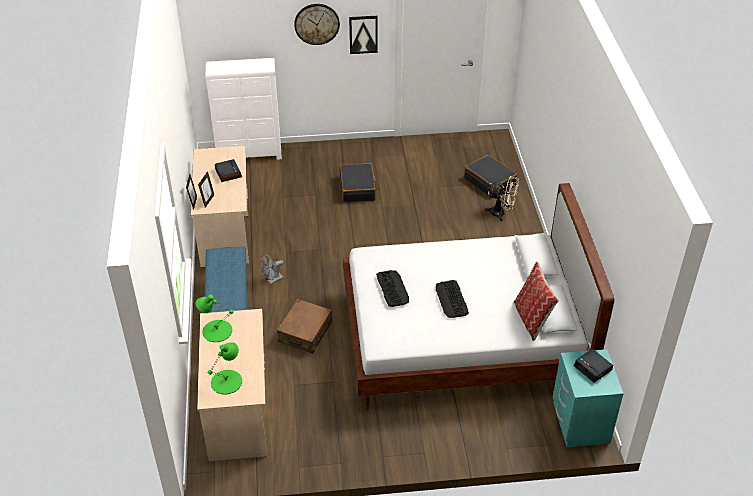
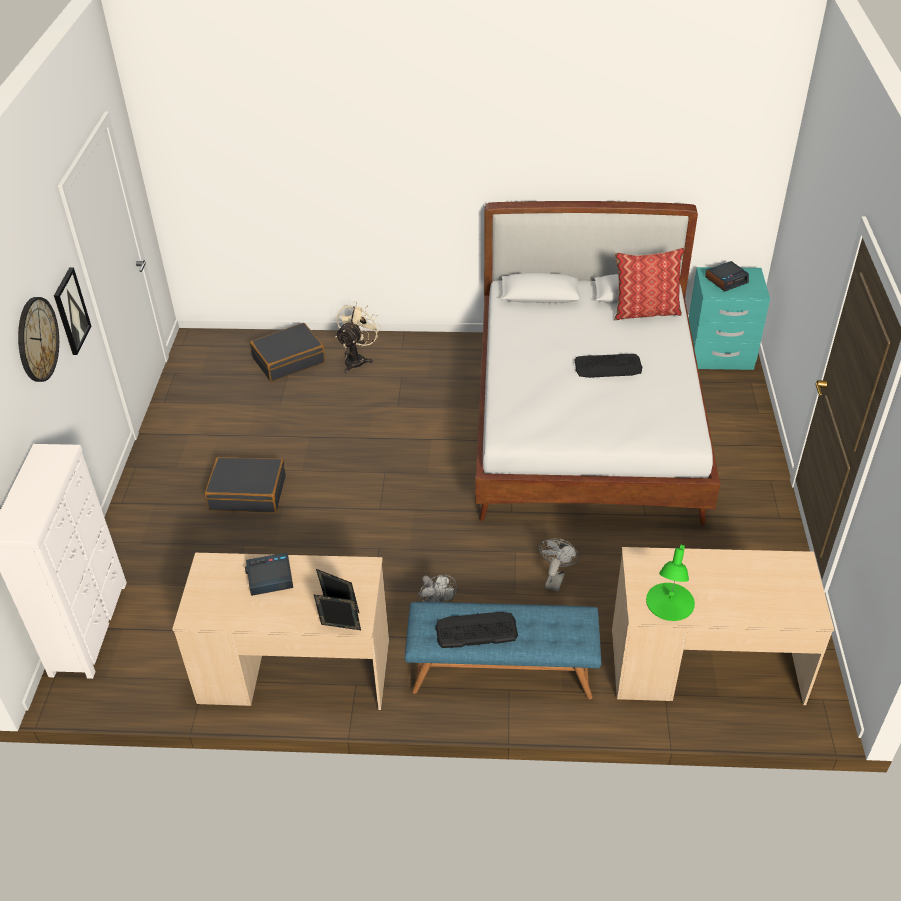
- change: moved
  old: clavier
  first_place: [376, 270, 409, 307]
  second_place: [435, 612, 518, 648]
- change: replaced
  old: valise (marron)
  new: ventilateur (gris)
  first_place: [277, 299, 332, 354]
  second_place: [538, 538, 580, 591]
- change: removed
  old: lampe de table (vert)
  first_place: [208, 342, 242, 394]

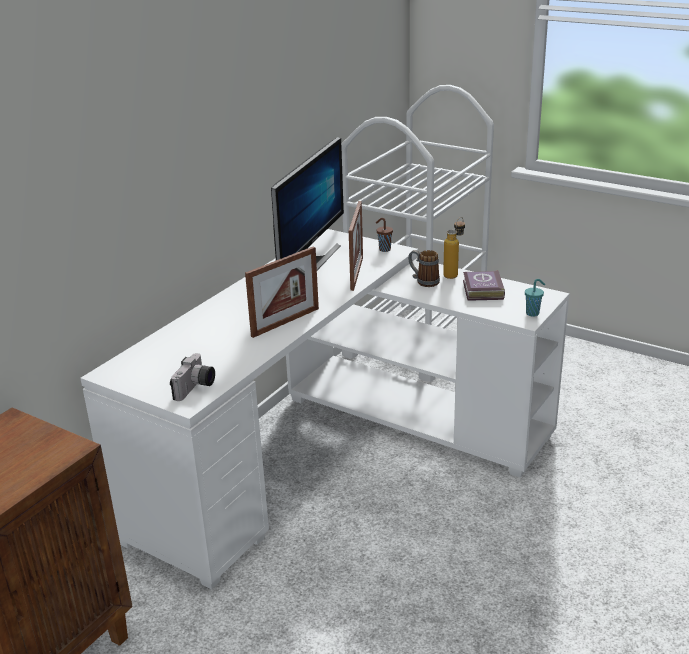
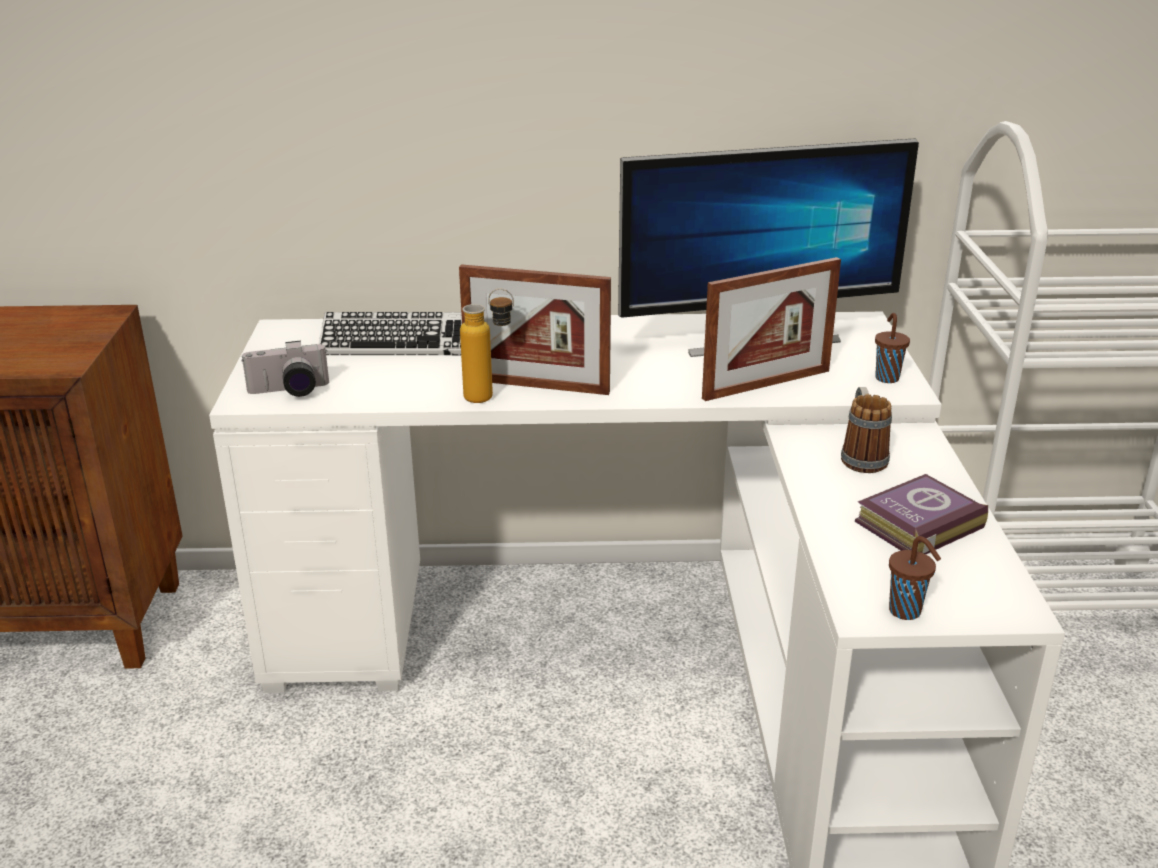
- change: added
  new: clavier
  second_place: [319, 312, 462, 355]
- change: moved
  old: bouteille
  first_place: [443, 217, 465, 279]
  second_place: [460, 288, 514, 403]
- change: recoloured
  old: tasse (turquoise)
  new: tasse (marron)
  first_place: [525, 279, 545, 317]
  second_place: [889, 536, 941, 620]

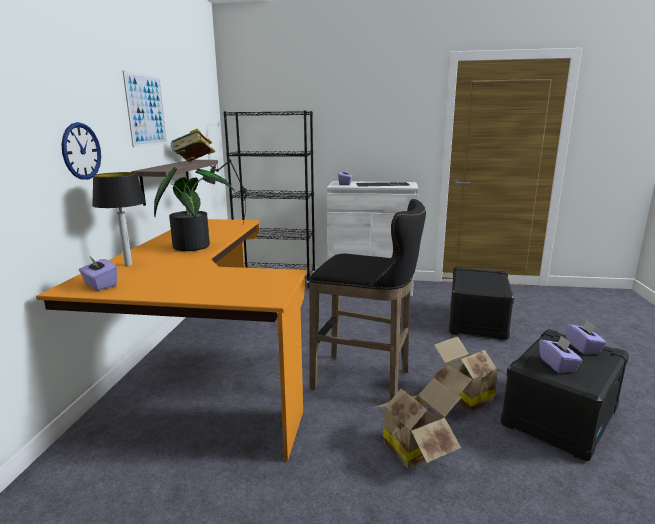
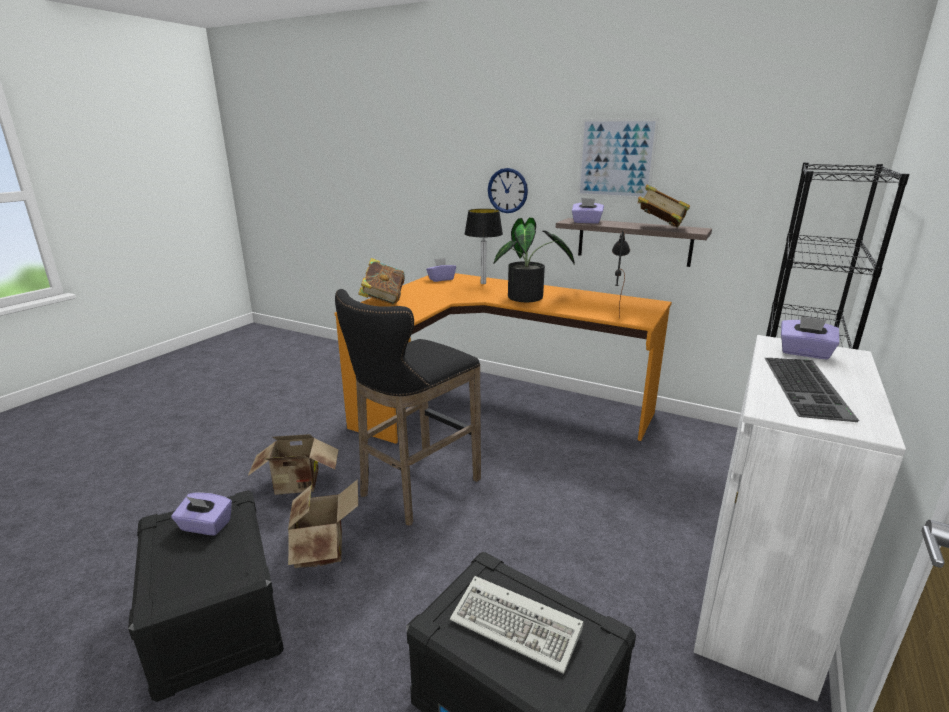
- change: added
  new: livre
  second_place: [358, 258, 405, 305]
- change: added
  new: clavier
  second_place: [450, 576, 583, 674]
- change: moved
  old: boîte à mouchoirs (violet)
  first_place: [565, 320, 607, 354]
  second_place: [572, 198, 604, 224]

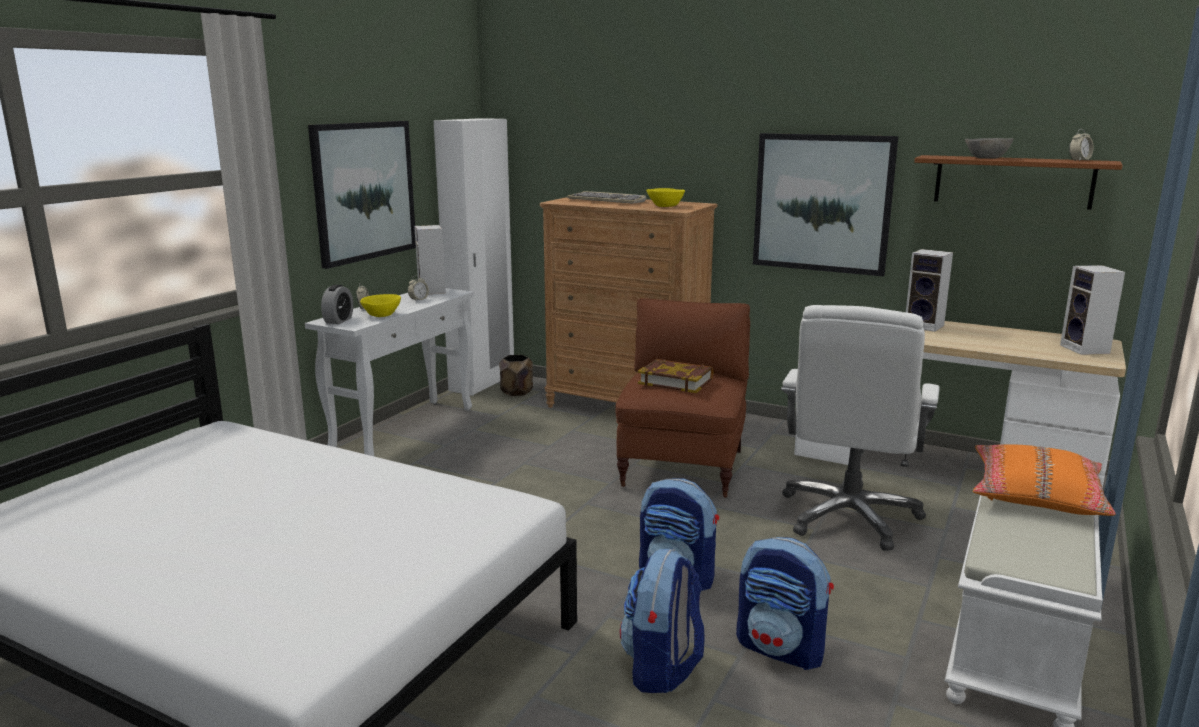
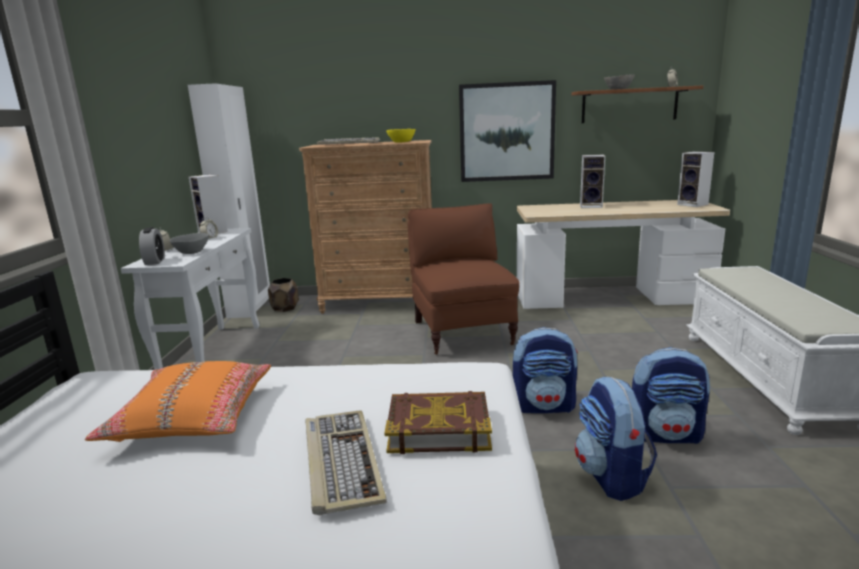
- change: moved
  old: coussin (orange)
  first_place: [973, 444, 1116, 516]
  second_place: [85, 361, 271, 442]
- change: recoloured
  old: bol (jaune)
  new: bol (gris)
  first_place: [360, 294, 401, 317]
  second_place: [170, 233, 209, 254]
- change: added
  new: clavier
  second_place: [305, 410, 387, 515]
- change: moved
  old: livre
  first_place: [638, 359, 714, 393]
  second_place: [384, 391, 492, 454]
- change: removed
  old: tableau
  first_place: [308, 121, 416, 269]
- change: removed
  old: chaise de bureau (blanc)
  first_place: [781, 305, 940, 551]

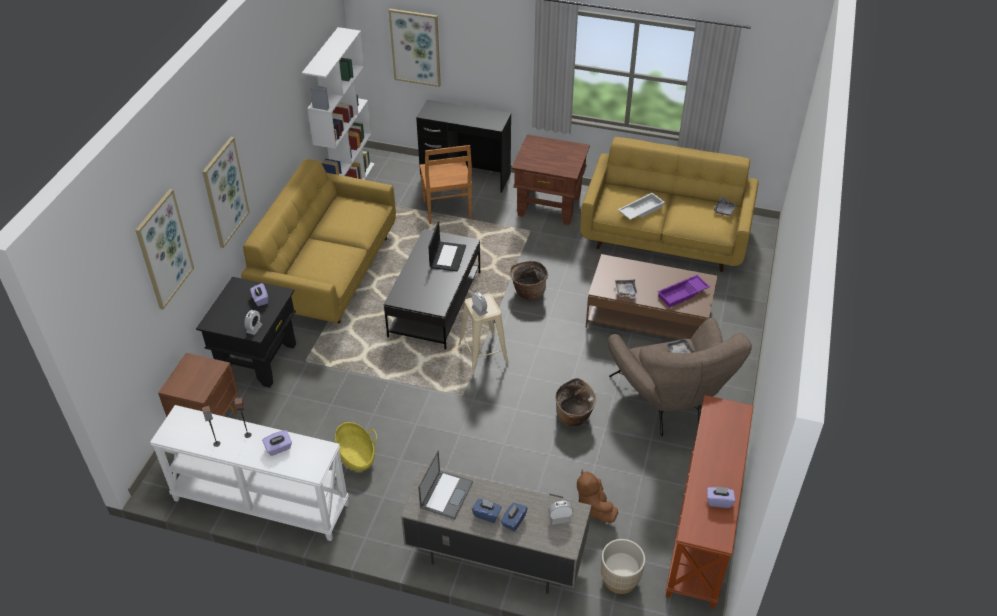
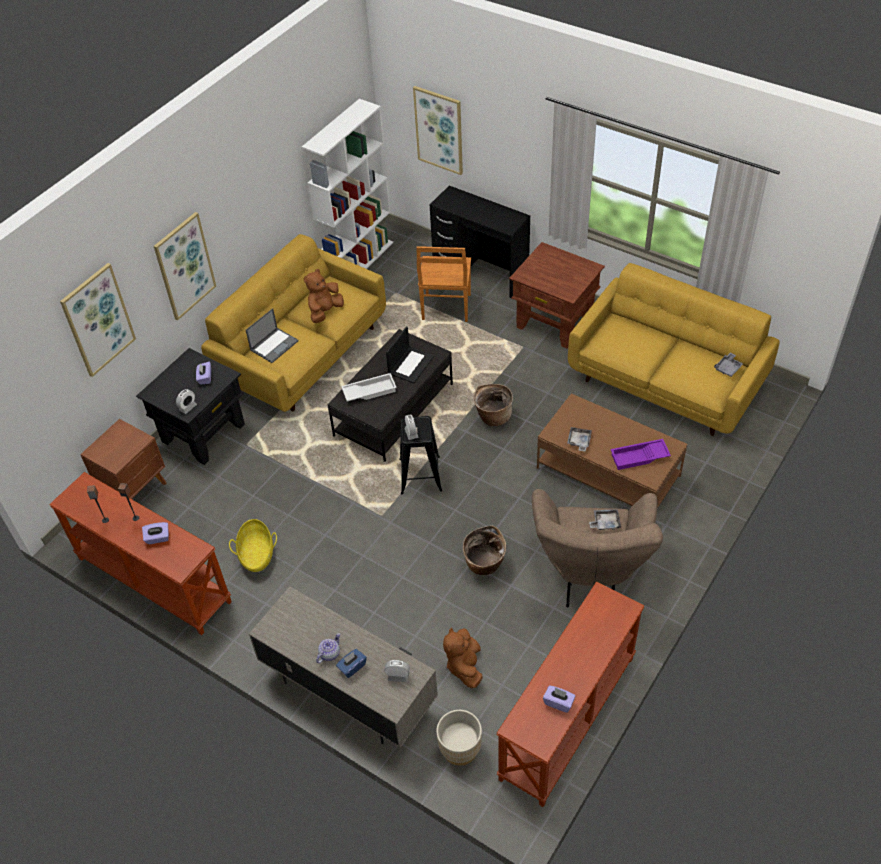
- change: recoloured
  old: table console (blanc)
  new: table console (marron)
  first_place: [150, 405, 349, 541]
  second_place: [49, 472, 232, 635]
- change: moved
  old: ordinateur portable
  first_place: [418, 450, 473, 519]
  second_place: [246, 308, 299, 363]
- change: added
  new: peluche (marron)
  second_place: [304, 269, 344, 323]
- change: replaced
  old: boîte à mouchoirs (bleu)
  new: théière
  first_place: [472, 499, 502, 523]
  second_place: [316, 633, 340, 663]
- change: moved
  old: plateau (blanc)
  first_place: [618, 193, 665, 220]
  second_place: [341, 373, 397, 401]
- change: recoloured
  old: tabouret (beige)
  new: tabouret (noir)
  first_place: [458, 293, 509, 374]
  second_place: [399, 416, 442, 494]

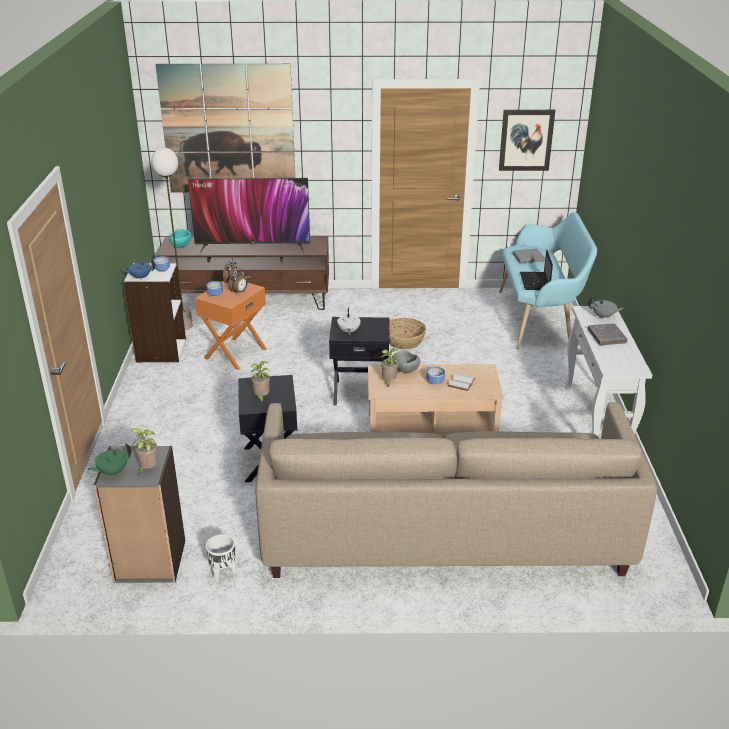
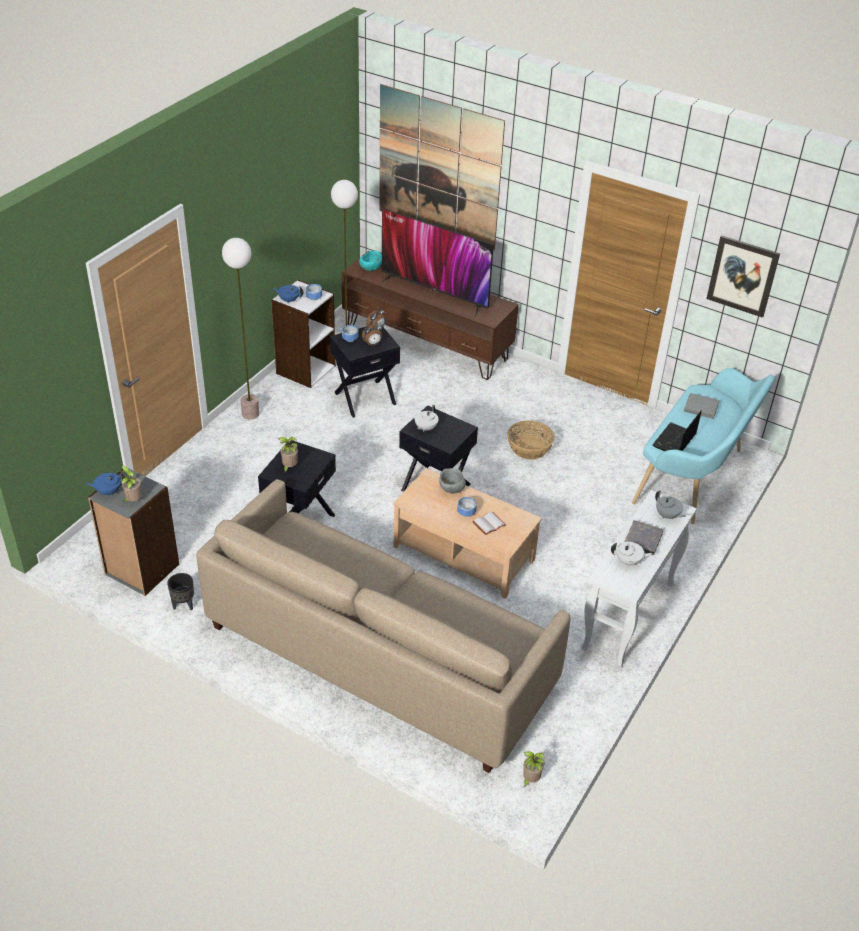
- change: recoloured
  old: théière (vert)
  new: théière (bleu)
  first_place: [88, 443, 131, 476]
  second_place: [86, 473, 125, 496]
- change: recoloured
  old: cache-pot (blanc)
  new: cache-pot (noir)
  first_place: [206, 534, 236, 581]
  second_place: [167, 573, 194, 610]
- change: added
  new: lampadaire
  second_place: [222, 238, 259, 420]
- change: recoloured
  old: table d'appoint (orange)
  new: table d'appoint (noir)
  first_place: [195, 281, 267, 370]
  second_place: [330, 326, 400, 418]
- change: moved
  old: plante en pot
  first_place: [381, 348, 398, 388]
  second_place: [523, 751, 545, 787]
- change: added
  new: théière (blanc)
  second_place: [611, 542, 652, 567]

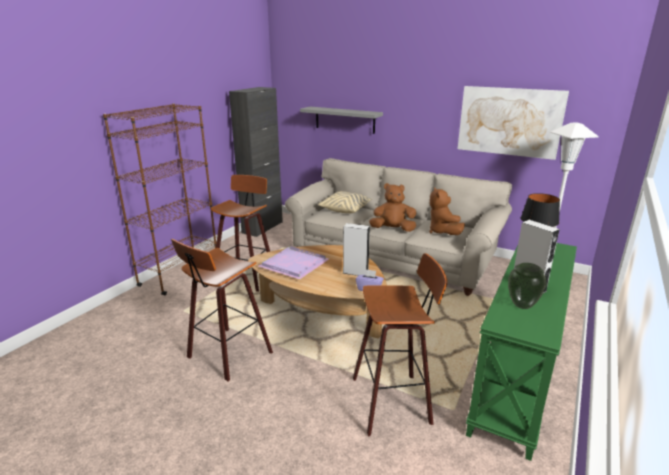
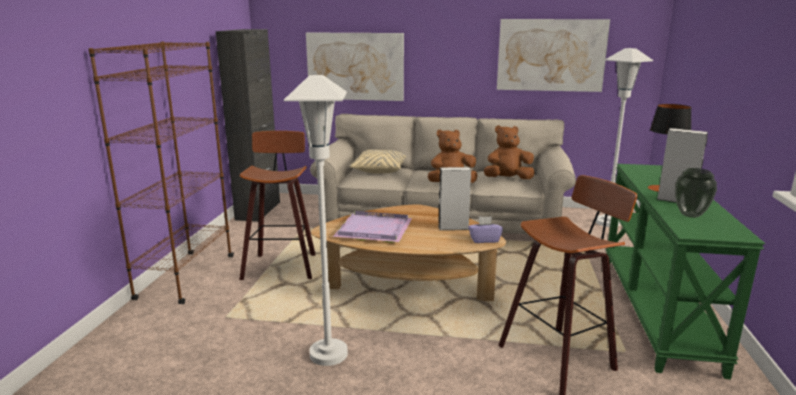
- change: replaced
  old: tabouret
  new: lampadaire (blanc)
  first_place: [171, 239, 273, 381]
  second_place: [284, 75, 348, 366]
- change: replaced
  old: étagère (gris)
  new: tableau
  first_place: [300, 107, 383, 134]
  second_place: [306, 32, 404, 101]
- change: turned
  old: peluche (marron)
  first_place: [429, 187, 465, 235]
  second_place: [484, 125, 535, 179]
  degrees: 105

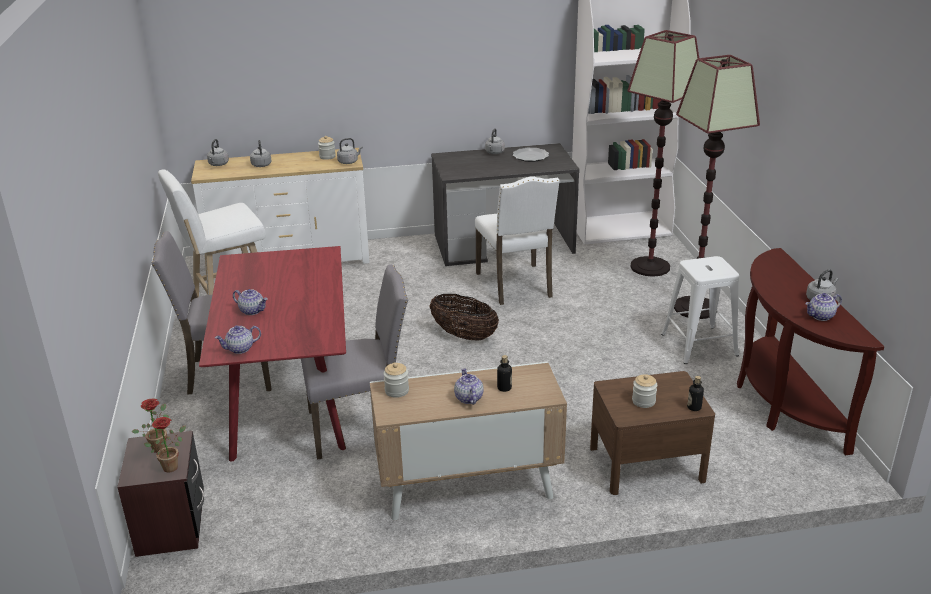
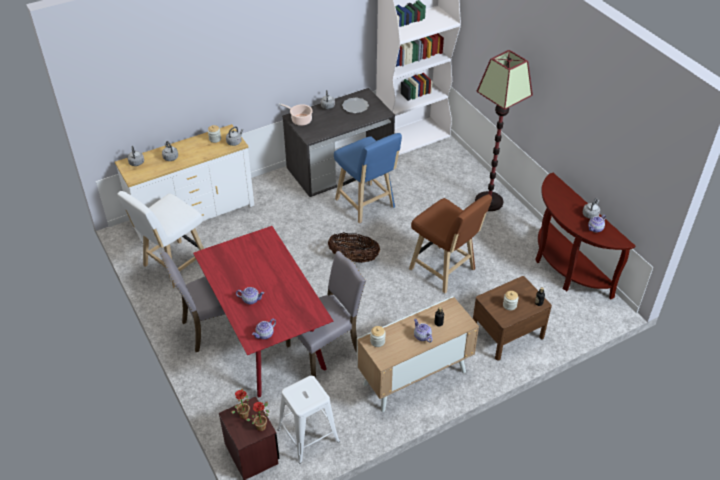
- change: moved
  old: tabouret (blanc)
  first_place: [661, 256, 739, 364]
  second_place: [277, 376, 340, 464]
- change: added
  new: marmite
  second_place: [279, 103, 313, 126]
- change: replaced
  old: chaise (blanc)
  new: tabouret (bleu)
  first_place: [475, 177, 560, 305]
  second_place: [334, 133, 402, 224]
- change: added
  new: tabouret (marron)
  second_place: [409, 194, 492, 293]
- change: removed
  old: lampadaire
  first_place: [627, 30, 699, 277]

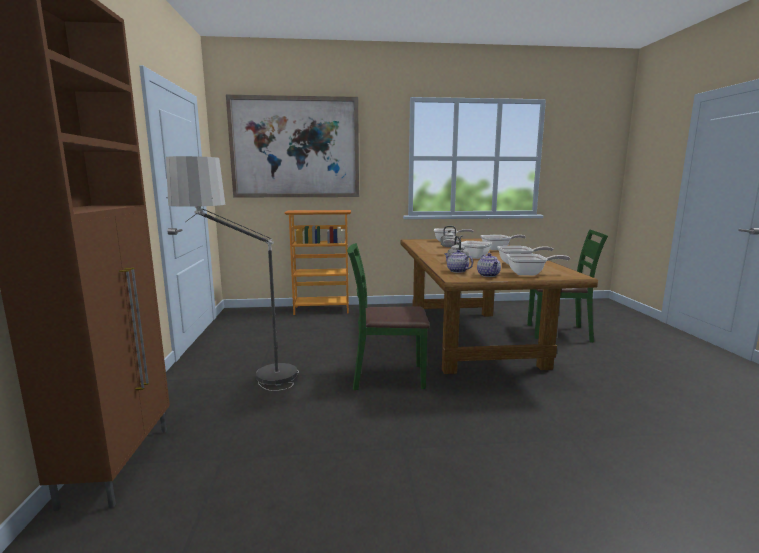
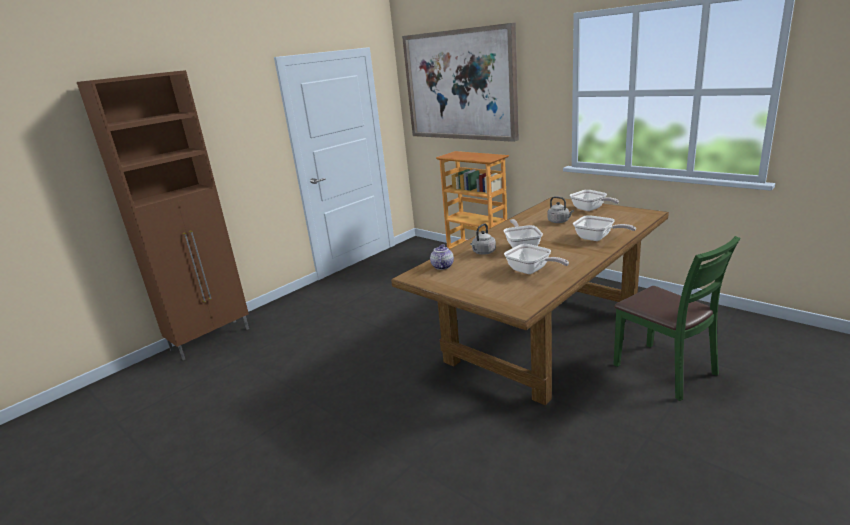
- change: removed
  old: lampadaire
  first_place: [166, 156, 299, 391]
- change: removed
  old: chaise (vert)
  first_place: [347, 243, 430, 390]
- change: removed
  old: théière
  first_place: [477, 253, 501, 277]
- change: removed
  old: poêle
  first_place: [506, 254, 570, 275]

